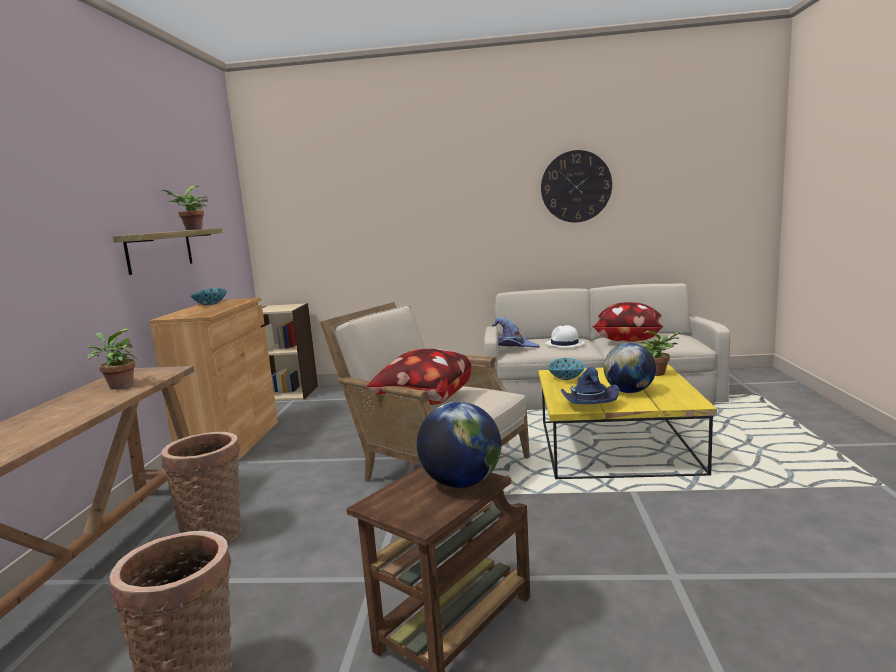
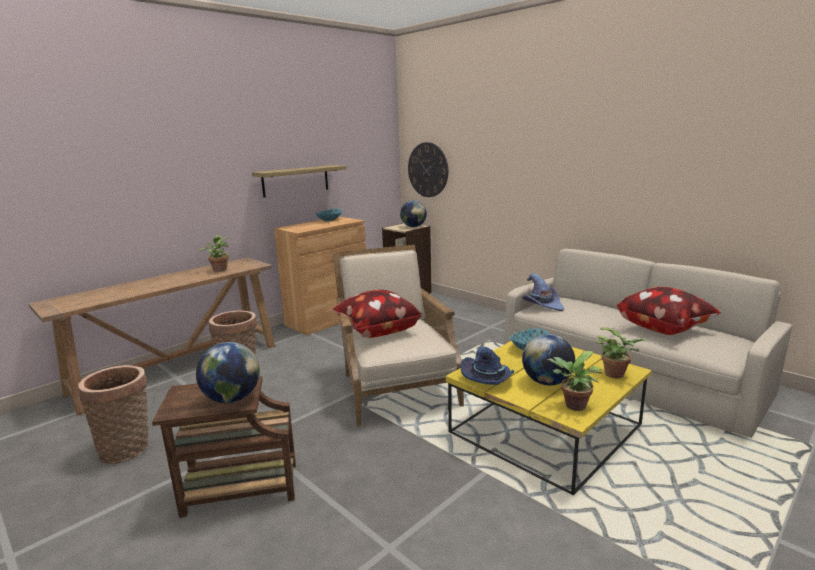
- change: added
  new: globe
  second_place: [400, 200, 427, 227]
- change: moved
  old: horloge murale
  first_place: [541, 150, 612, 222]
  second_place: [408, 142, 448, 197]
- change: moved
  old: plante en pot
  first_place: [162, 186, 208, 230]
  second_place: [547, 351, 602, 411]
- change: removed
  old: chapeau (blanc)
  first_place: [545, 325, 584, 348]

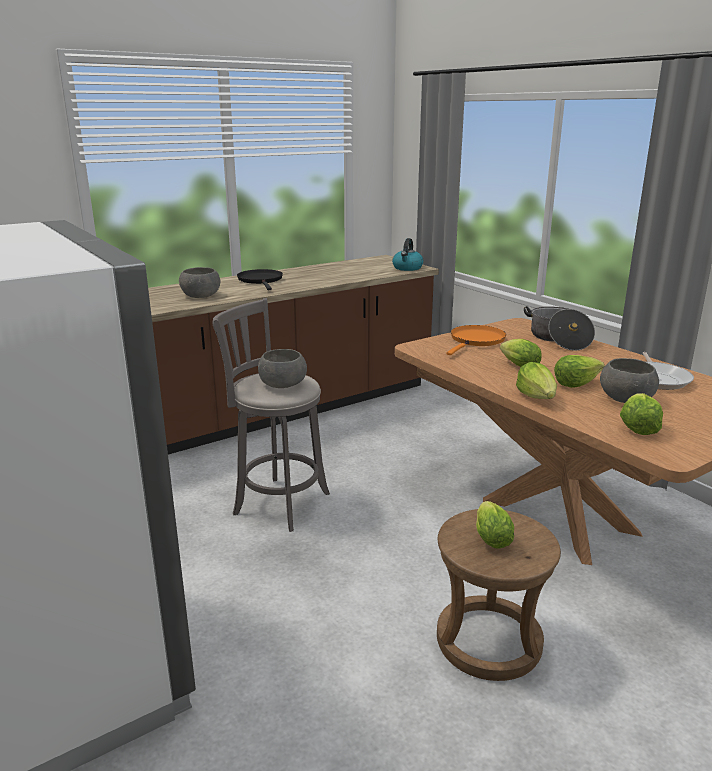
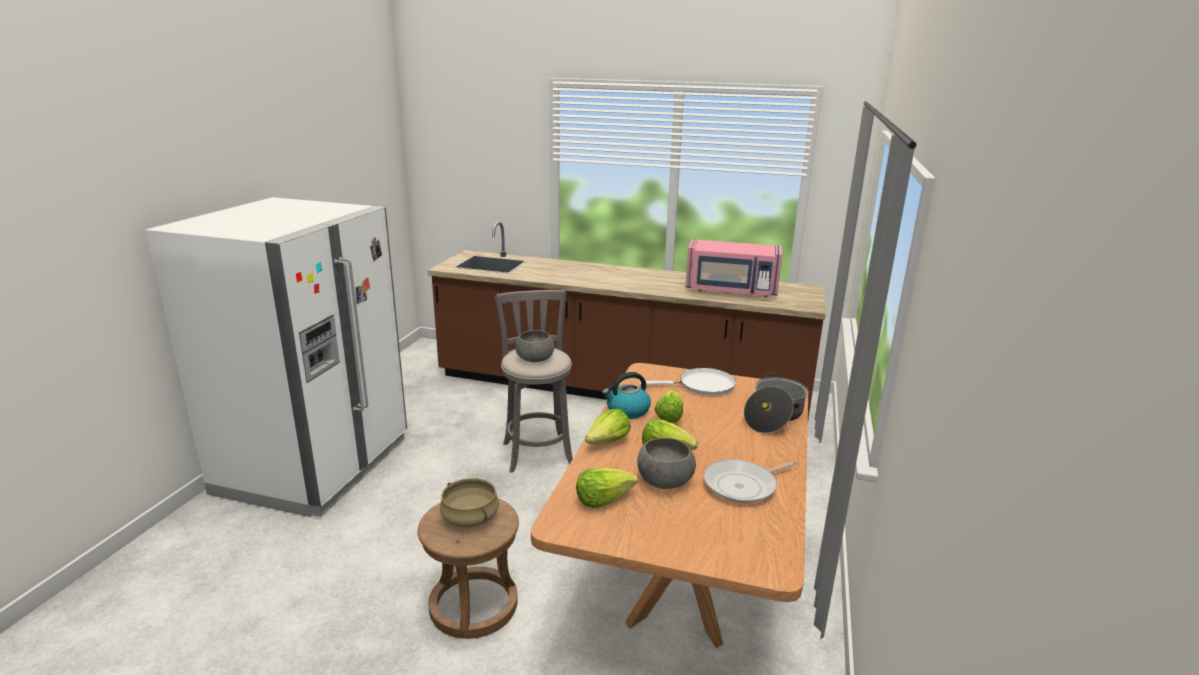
- change: replaced
  old: laitue
  new: marmite (beige)
  first_place: [476, 501, 514, 549]
  second_place: [440, 478, 499, 527]
- change: moved
  old: bouilloire
  first_place: [392, 238, 423, 271]
  second_place: [602, 372, 651, 419]
- change: recoloured
  old: poêle (orange)
  new: poêle (blanc)
  first_place: [446, 325, 506, 355]
  second_place: [640, 368, 736, 396]
- change: added
  new: micro-ondes (rose)
  second_place: [686, 239, 782, 297]
- change: removed
  old: bol (gris)
  first_place: [179, 267, 220, 298]
- change: removed
  old: poêle (noir)
  first_place: [237, 269, 283, 290]

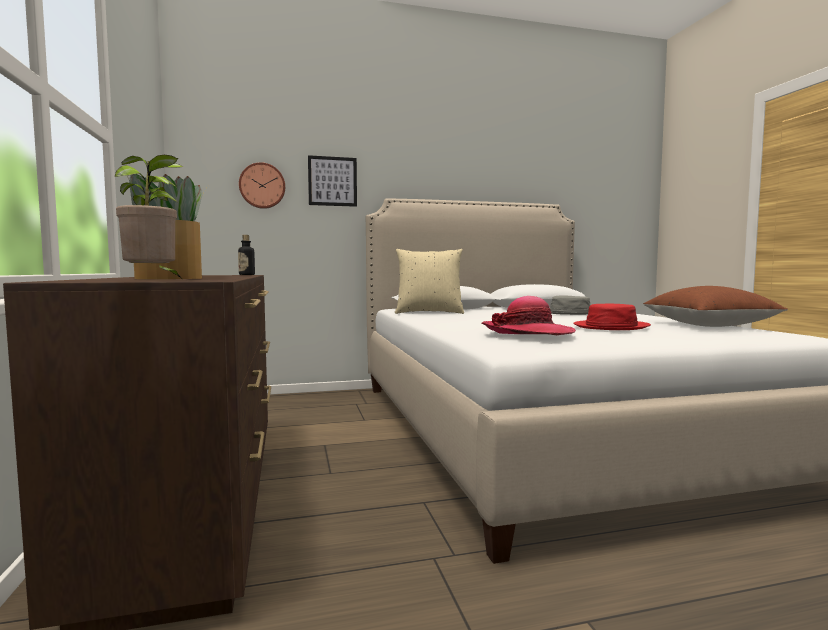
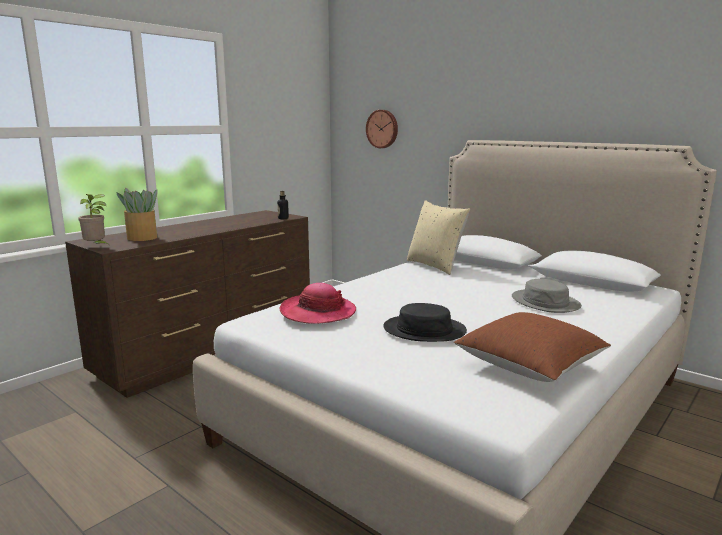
- change: recoloured
  old: chapeau (rouge)
  new: chapeau (noir)
  first_place: [573, 303, 651, 330]
  second_place: [383, 303, 467, 342]
- change: removed
  old: tableau
  first_place: [308, 155, 357, 207]

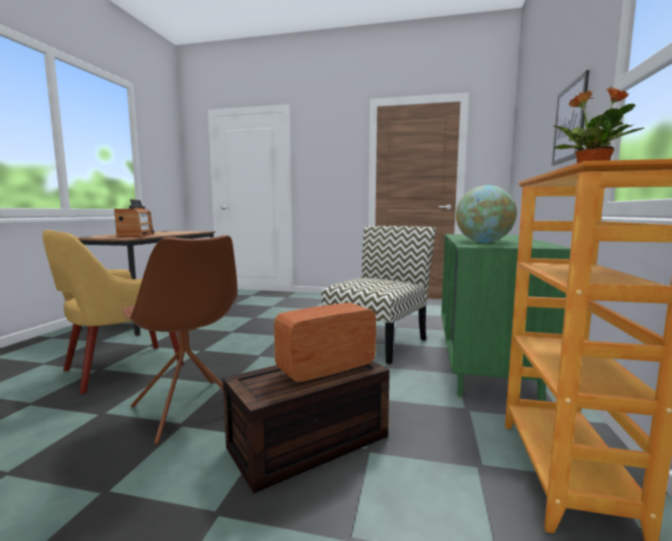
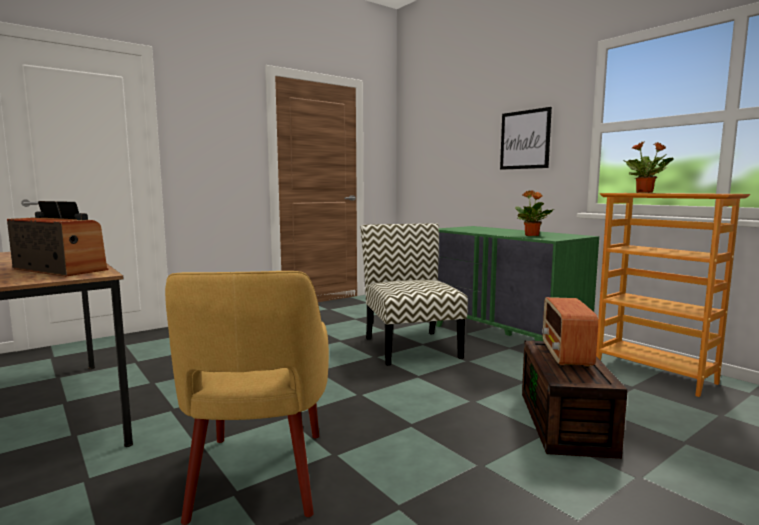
- change: replaced
  old: globe
  new: plante en pot
  first_place: [456, 185, 517, 243]
  second_place: [515, 191, 554, 236]
- change: removed
  old: chaise (marron)
  first_place: [122, 235, 237, 445]

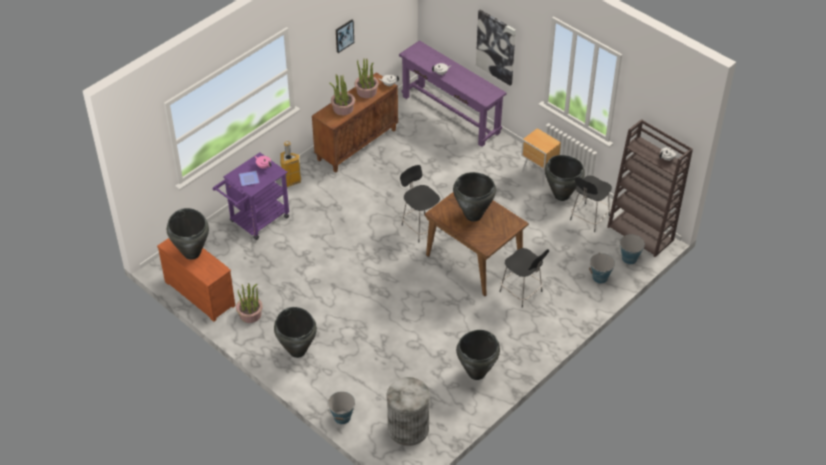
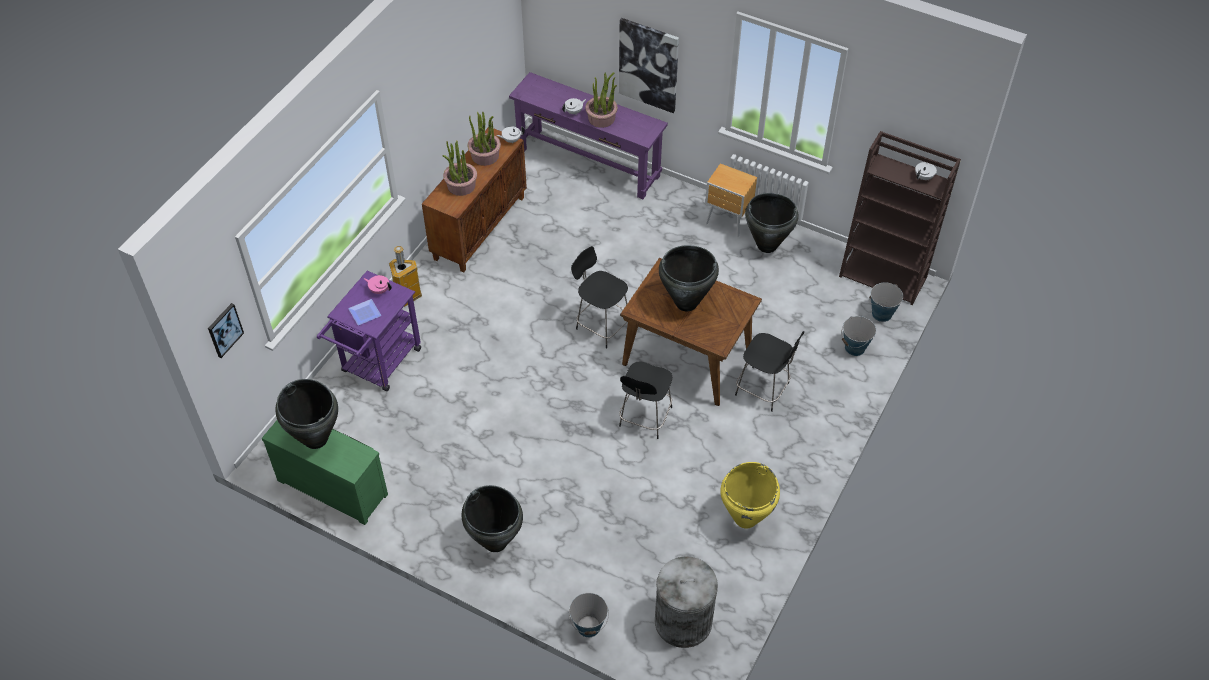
- change: moved
  old: tableau
  first_place: [336, 20, 354, 53]
  second_place: [208, 303, 244, 358]
- change: recoloured
  old: commode (marron)
  new: commode (vert)
  first_place: [157, 238, 235, 322]
  second_place: [262, 420, 388, 525]
- change: moved
  old: plante en pot
  first_place: [236, 283, 263, 323]
  second_place: [585, 72, 618, 128]
- change: moved
  old: tabouret (noir)
  first_place: [570, 175, 612, 232]
  second_place: [619, 361, 672, 439]
- change: recoloured
  old: vase (noir)
  new: vase (jaune)
  first_place: [456, 330, 500, 380]
  second_place: [720, 462, 780, 529]

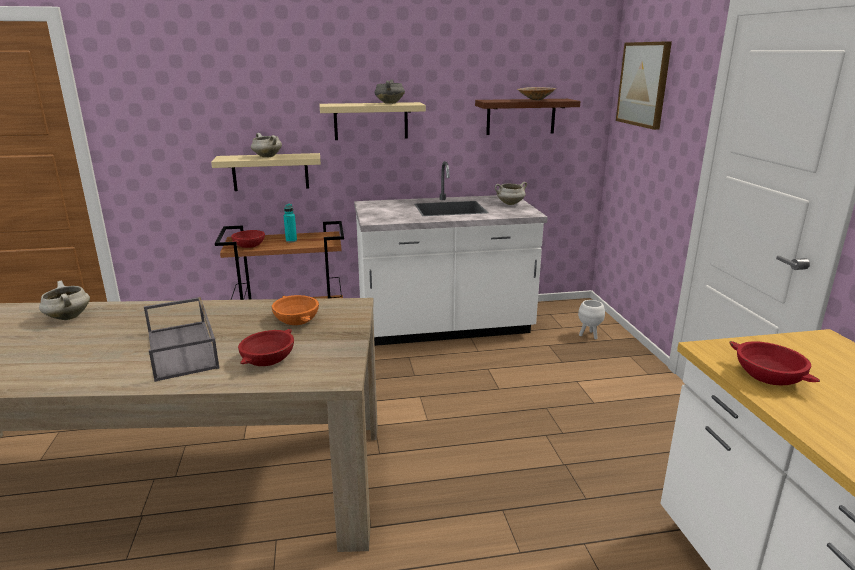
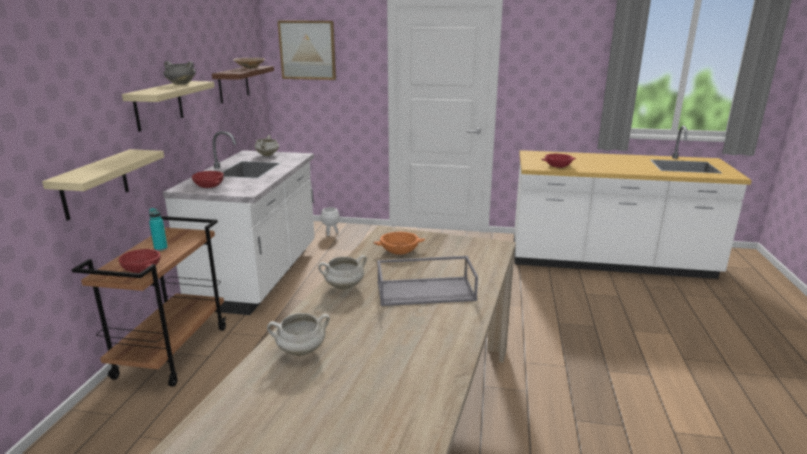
- change: moved
  old: bol (rouge)
  first_place: [238, 329, 294, 366]
  second_place: [192, 171, 224, 188]
- change: moved
  old: marmite (blanc)
  first_place: [251, 133, 282, 158]
  second_place: [318, 255, 367, 290]

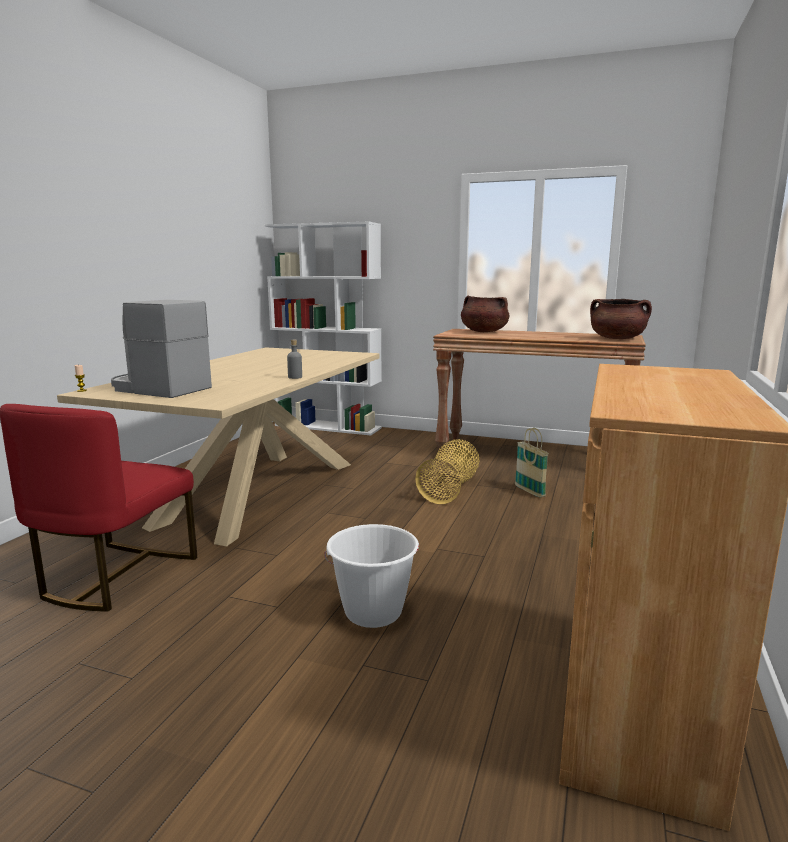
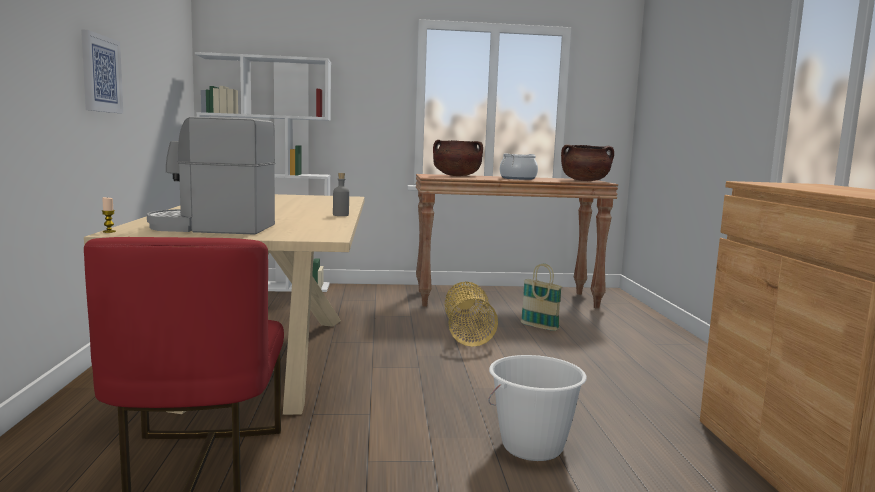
- change: added
  new: tableau
  second_place: [81, 29, 123, 113]
- change: added
  new: marmite
  second_place: [500, 153, 538, 180]

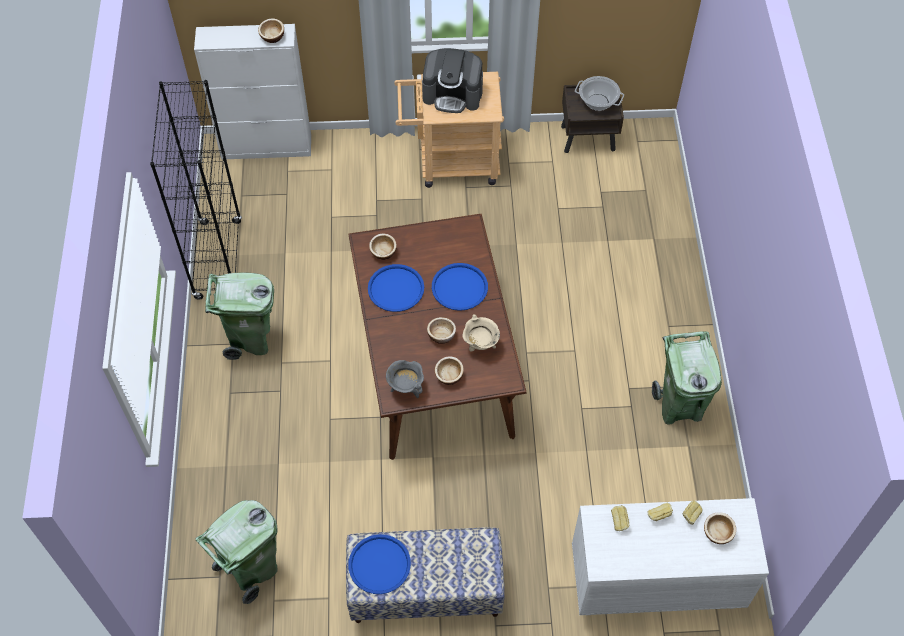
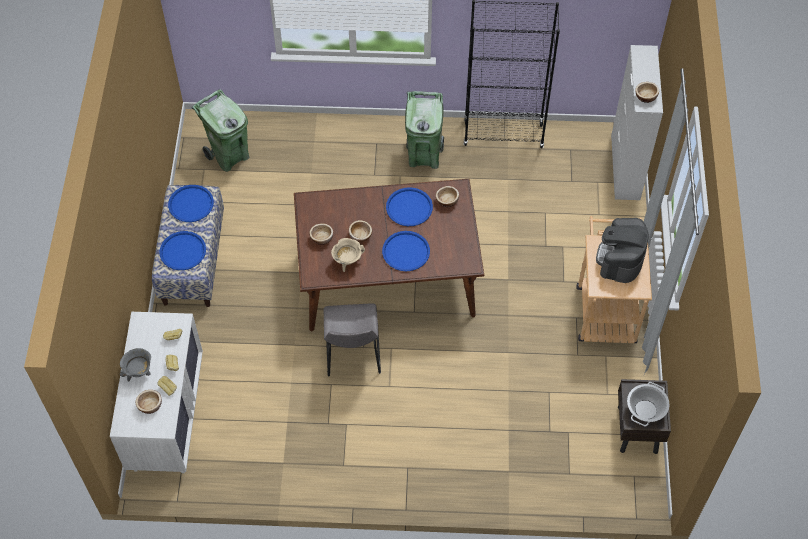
- change: moved
  old: marmite (gris)
  first_place: [386, 360, 424, 398]
  second_place: [120, 348, 151, 382]
- change: added
  new: plateau (bleu)
  second_place: [159, 231, 206, 270]
- change: added
  new: chaise (gris)
  second_place: [324, 303, 381, 377]
- change: removed
  old: poubelle (vert)
  first_place: [652, 331, 722, 425]

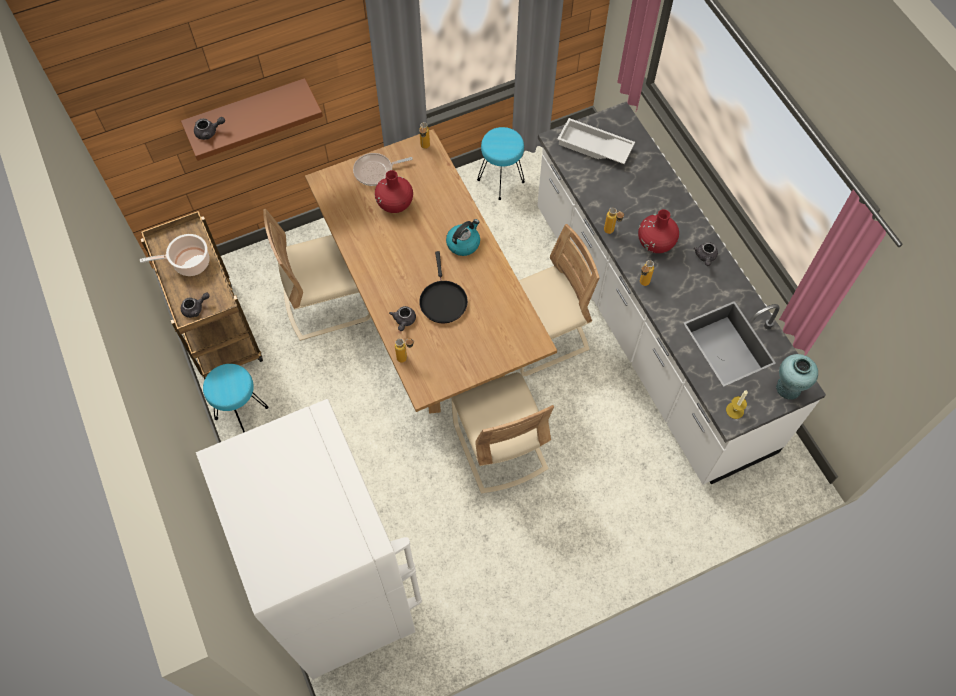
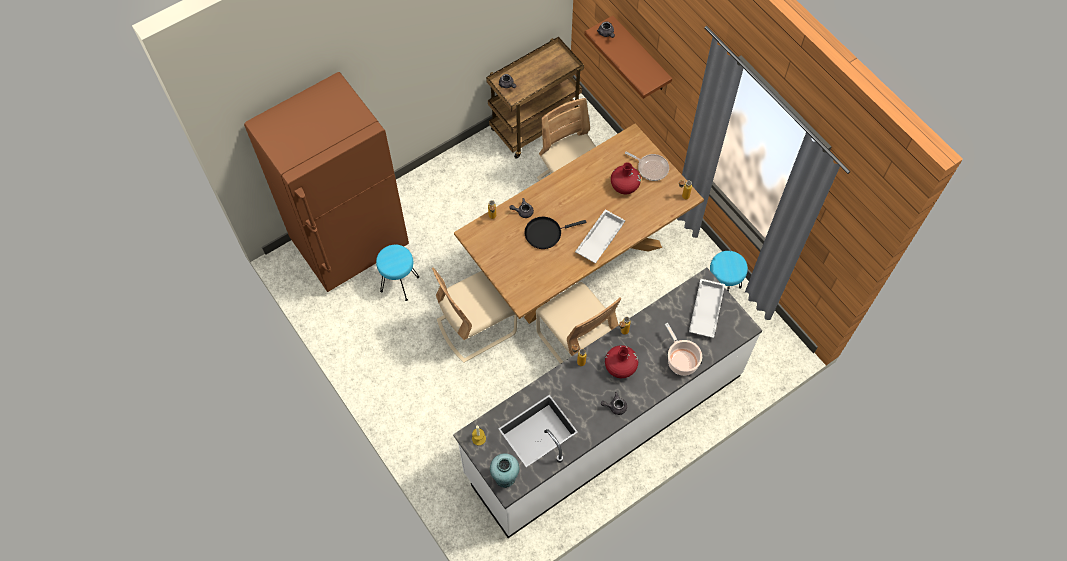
- change: recoloured
  old: réfrigérateur (blanc)
  new: réfrigérateur (marron)
  first_place: [196, 399, 422, 679]
  second_place: [244, 72, 409, 292]
- change: moved
  old: tabouret (turquoise)
  first_place: [203, 364, 269, 433]
  second_place: [376, 245, 419, 301]
- change: replaced
  old: bouilloire
  new: plateau (blanc)
  first_place: [446, 219, 480, 256]
  second_place: [575, 210, 625, 263]
- change: turned
  old: poêle
  first_place: [353, 153, 413, 186]
  second_place: [625, 152, 669, 181]
  degrees: 150
- change: moved
  old: marmite
  first_place: [140, 234, 210, 276]
  second_place: [665, 323, 702, 376]

